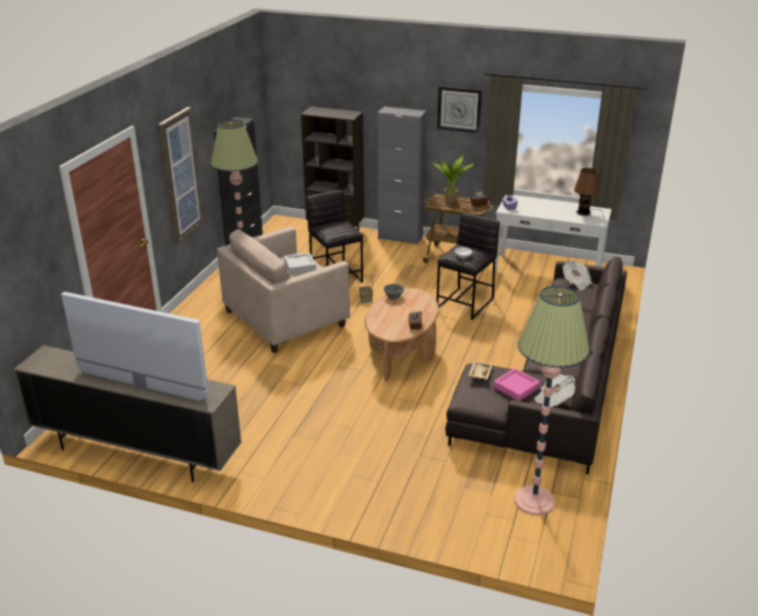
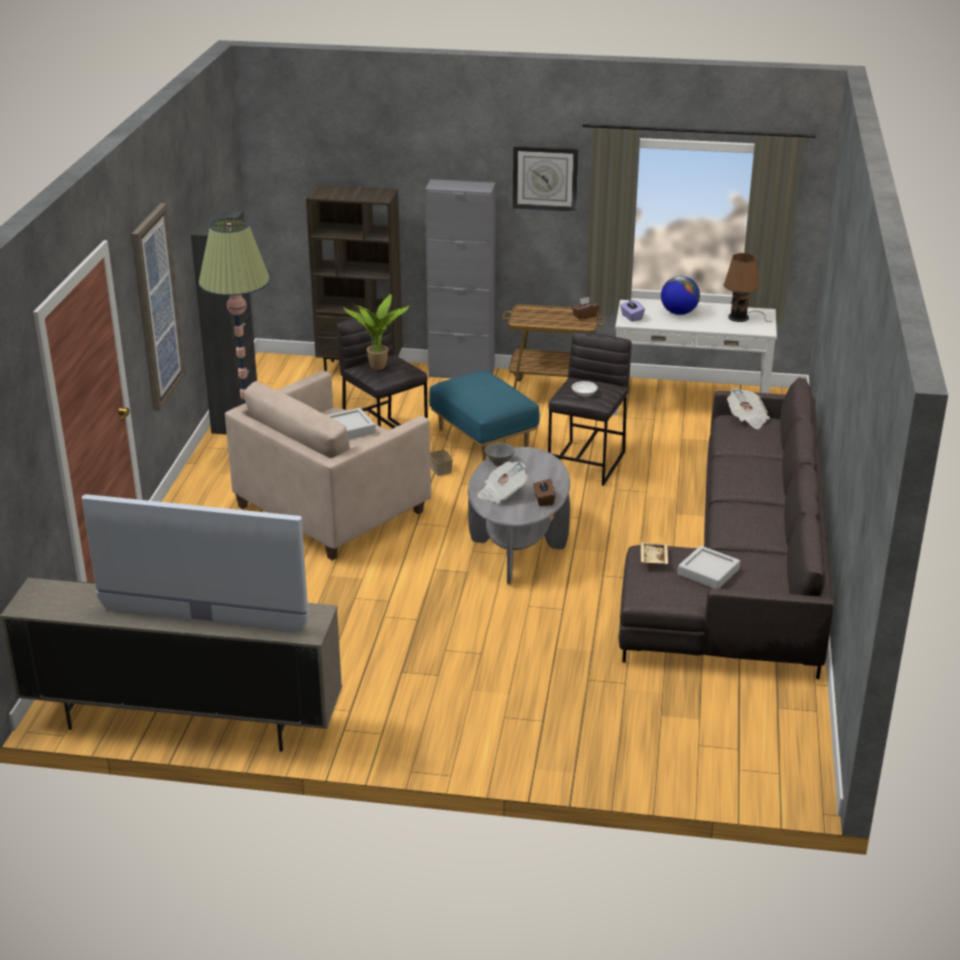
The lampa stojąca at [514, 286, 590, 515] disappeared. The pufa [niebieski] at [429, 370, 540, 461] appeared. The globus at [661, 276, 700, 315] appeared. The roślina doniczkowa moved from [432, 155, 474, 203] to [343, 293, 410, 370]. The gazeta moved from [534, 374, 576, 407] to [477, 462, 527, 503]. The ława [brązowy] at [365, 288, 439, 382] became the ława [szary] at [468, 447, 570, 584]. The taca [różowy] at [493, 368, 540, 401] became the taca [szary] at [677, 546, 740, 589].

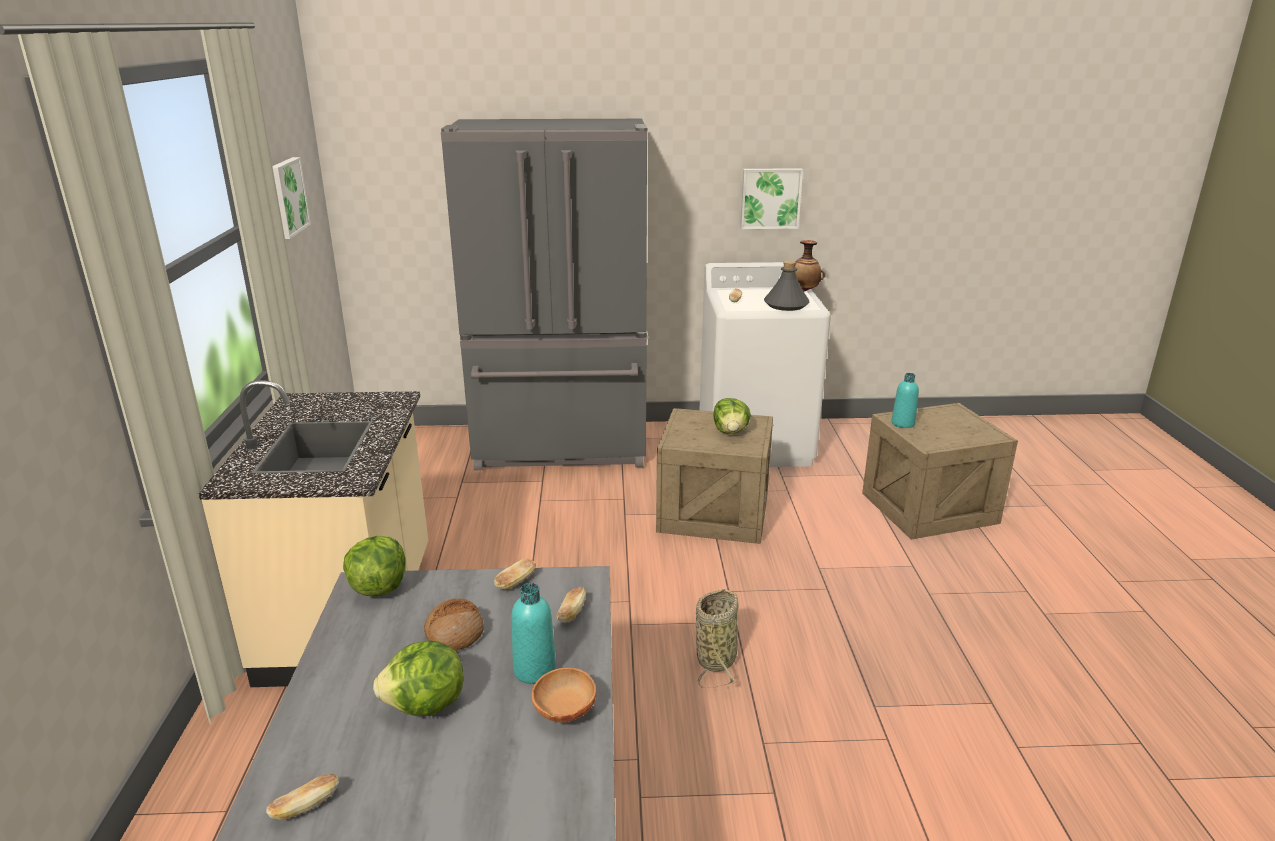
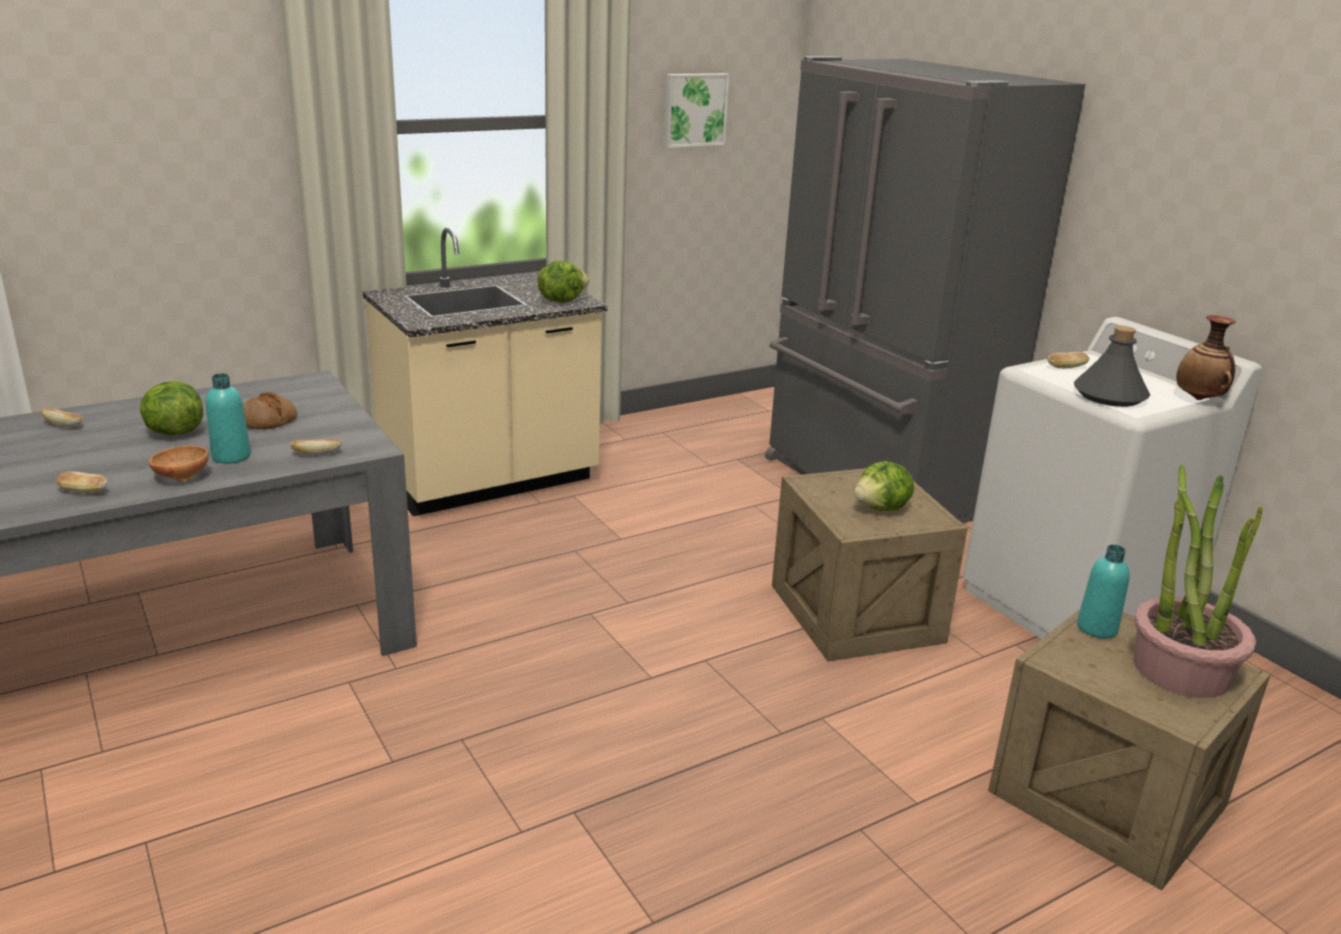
The koszyk at [696, 589, 739, 688] disappeared. The obraz at [740, 168, 803, 229] disappeared. The roślina doniczkowa at [1133, 465, 1262, 698] appeared. The sałata moved from [343, 535, 406, 597] to [538, 261, 589, 303]. The chleb moved from [494, 558, 536, 589] to [55, 471, 107, 493].

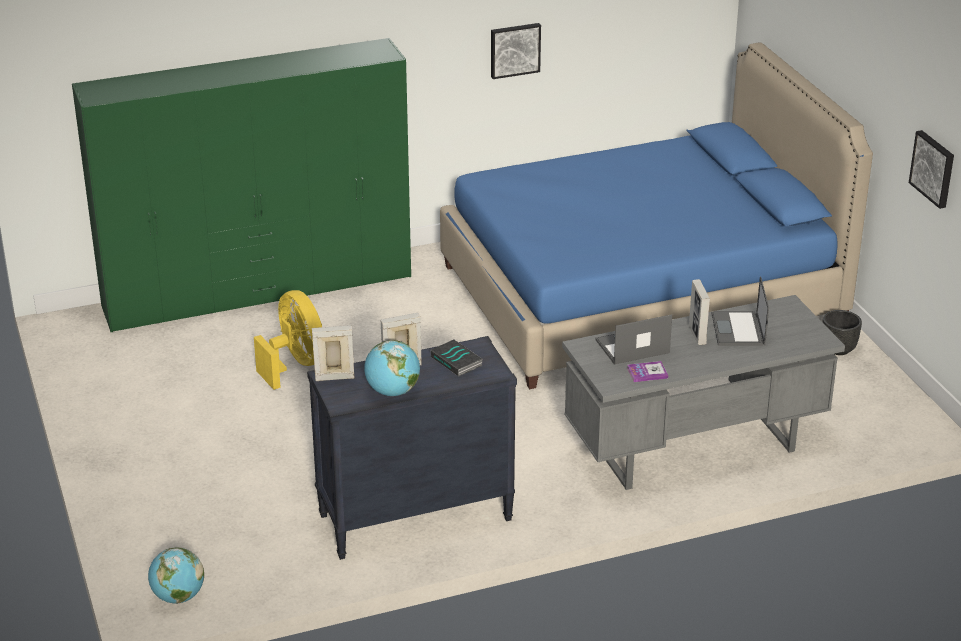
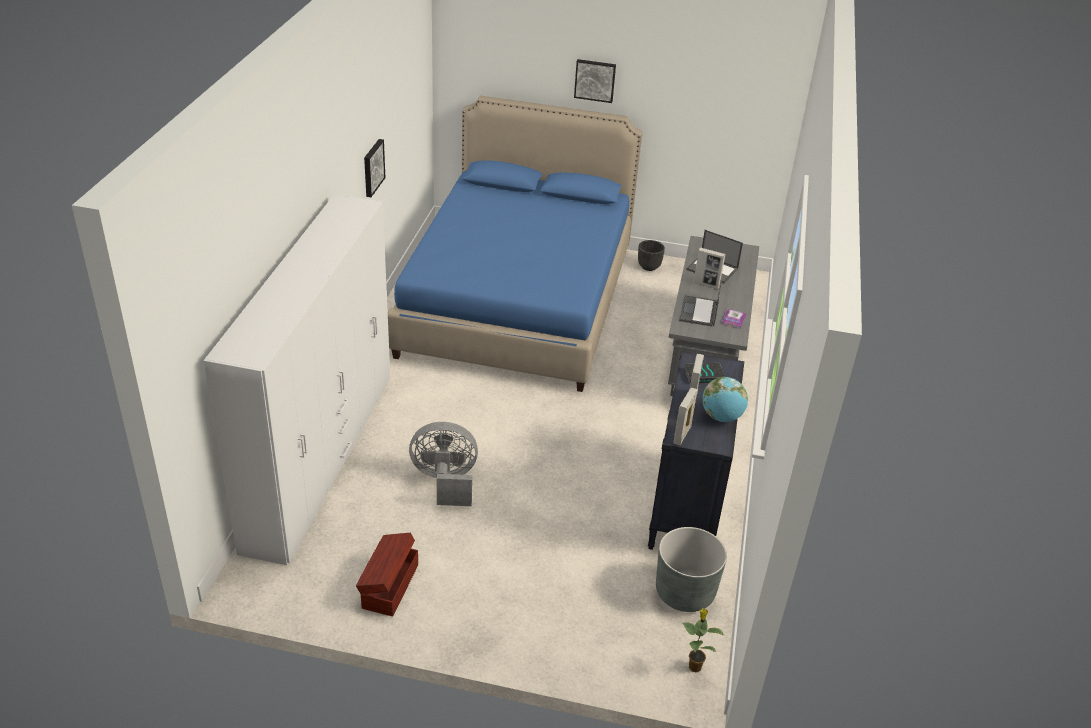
The pojemnik do przechowywania [brązowy] at [356, 533, 418, 616] appeared. The donica [szary] at [656, 527, 727, 612] appeared. The obraz moved from [909, 130, 954, 209] to [574, 59, 616, 103]. The globus at [148, 547, 204, 604] was replaced by the roślina doniczkowa at [683, 608, 725, 672]. The szafa [zielony] at [72, 38, 411, 332] became the szafa [biały] at [203, 194, 390, 565]. The wentylator [żółty] at [254, 290, 322, 390] became the wentylator [szary] at [409, 422, 478, 506].

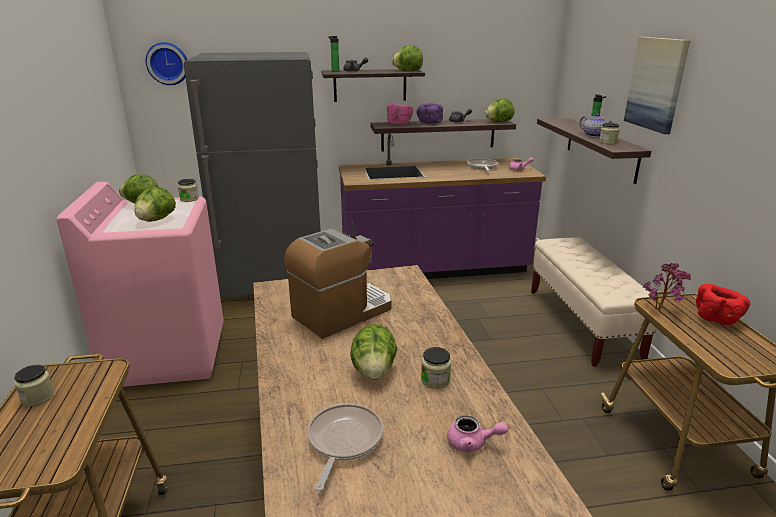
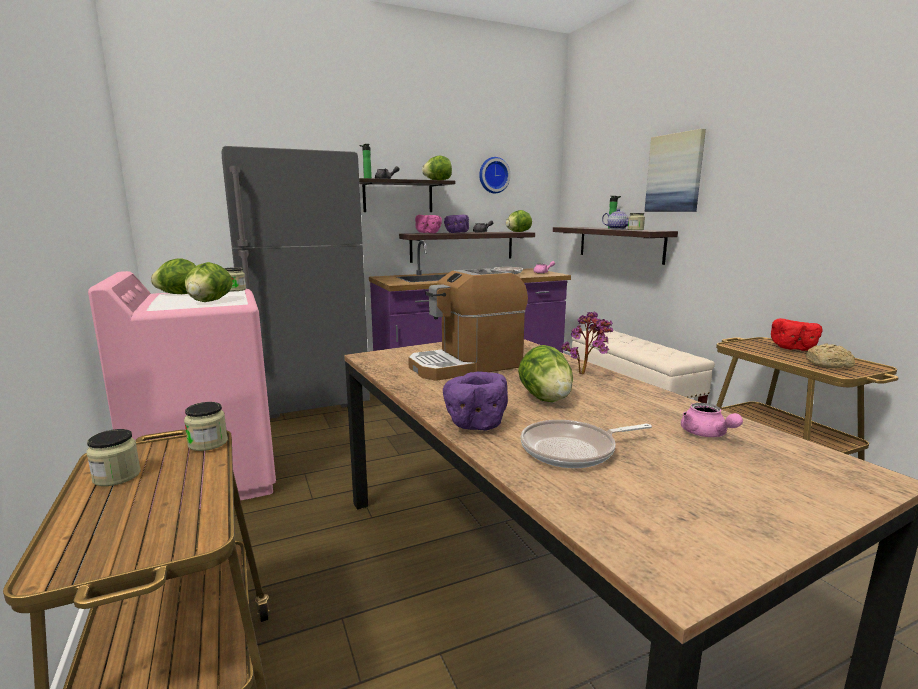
The miska [fioletowy] at [443, 372, 508, 430] appeared. The chleb at [806, 343, 855, 369] appeared. The zegar ścienny moved from [146, 42, 187, 85] to [479, 157, 511, 193]. The słoik moved from [421, 347, 451, 389] to [184, 402, 228, 451]. The roślina doniczkowa moved from [643, 263, 691, 310] to [561, 312, 613, 374]. The ekspres do kawy at [284, 229, 391, 339] turned 150 degrees counterclockwise. The patelnia at [307, 403, 383, 491] turned 105 degrees counterclockwise. The imbryk [różowy] at [447, 415, 508, 453] turned 75 degrees clockwise.

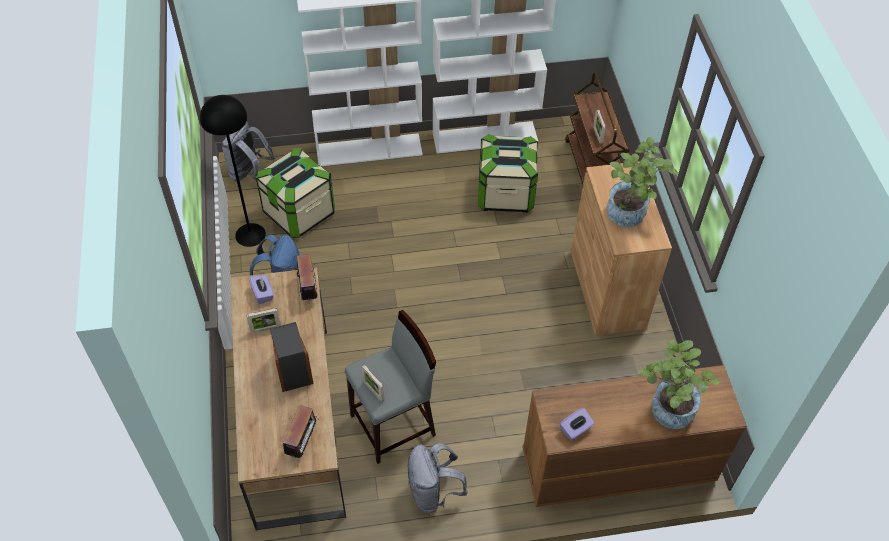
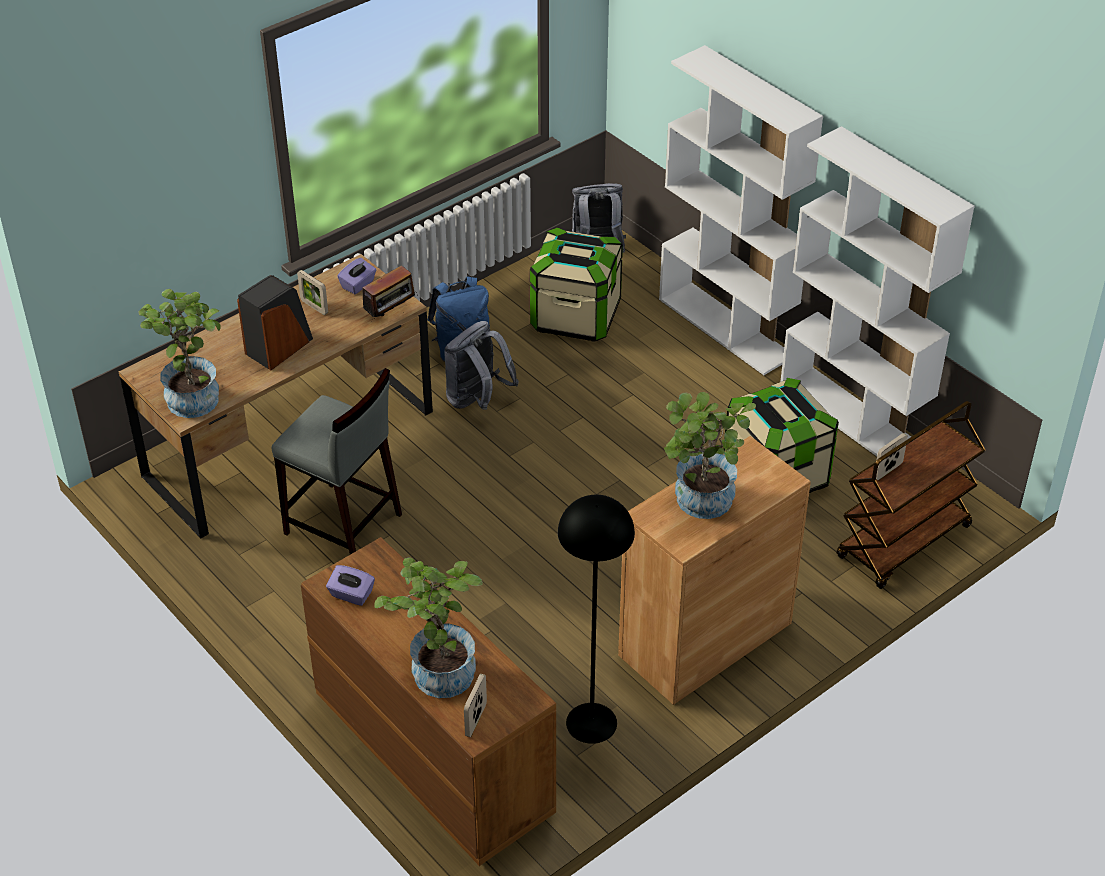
The lampa stojąca [czarny] moved from [200, 95, 266, 247] to [558, 495, 635, 744]. The ramka na zdjęcie moved from [361, 365, 384, 402] to [464, 674, 487, 737]. The plecak [szary] moved from [407, 443, 468, 513] to [444, 321, 519, 410]. The radio at [283, 405, 319, 458] was replaced by the roślina doniczkowa at [138, 289, 221, 418].

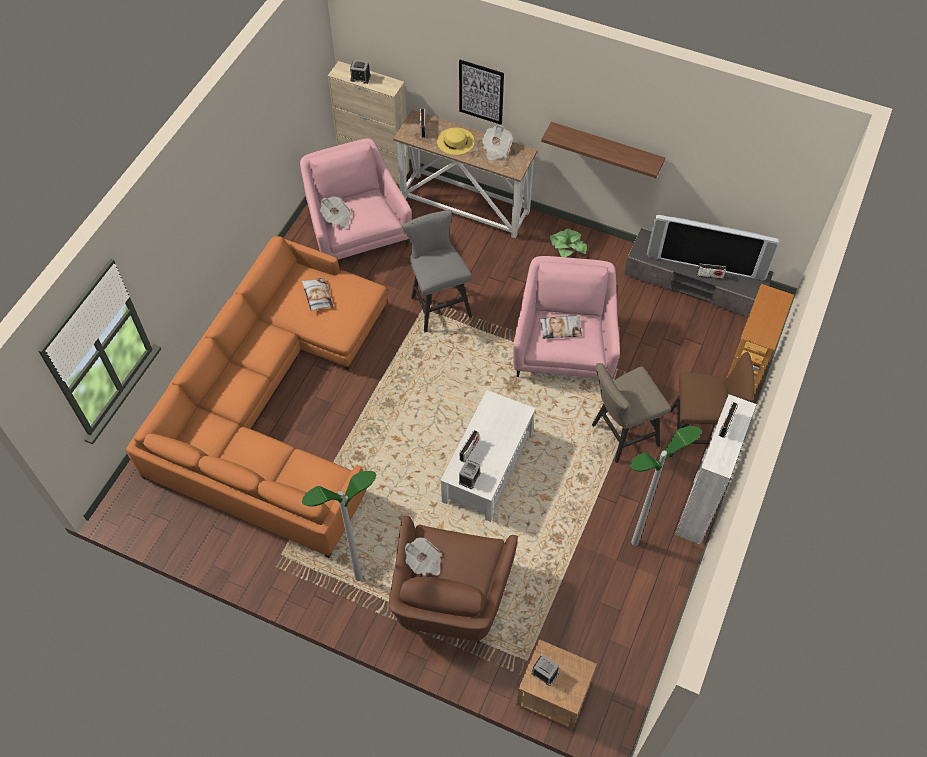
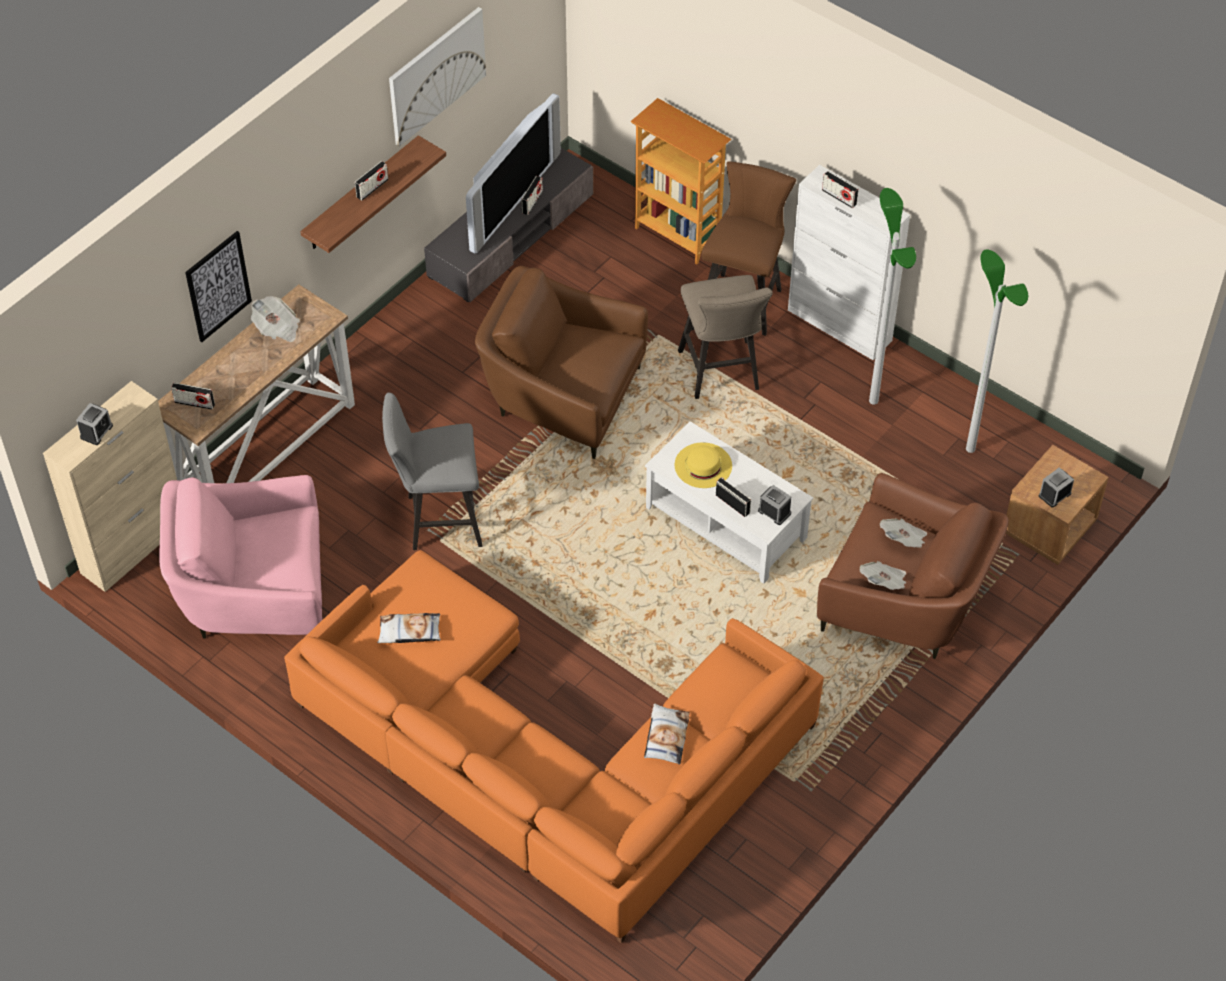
The roślina doniczkowa at [550, 228, 587, 257] disappeared. The radio at [355, 161, 388, 200] appeared. The obraz at [389, 7, 486, 147] appeared. The lampa stojąca moved from [302, 471, 376, 581] to [966, 249, 1028, 453]. The gazeta moved from [320, 196, 352, 228] to [880, 519, 927, 548]. The kapelusz [żółty] moved from [437, 127, 475, 155] to [675, 442, 732, 488]. The poduszka moved from [539, 315, 582, 339] to [644, 703, 690, 764]. The fotel [różowy] at [513, 256, 620, 378] became the fotel [brązowy] at [475, 266, 648, 459].

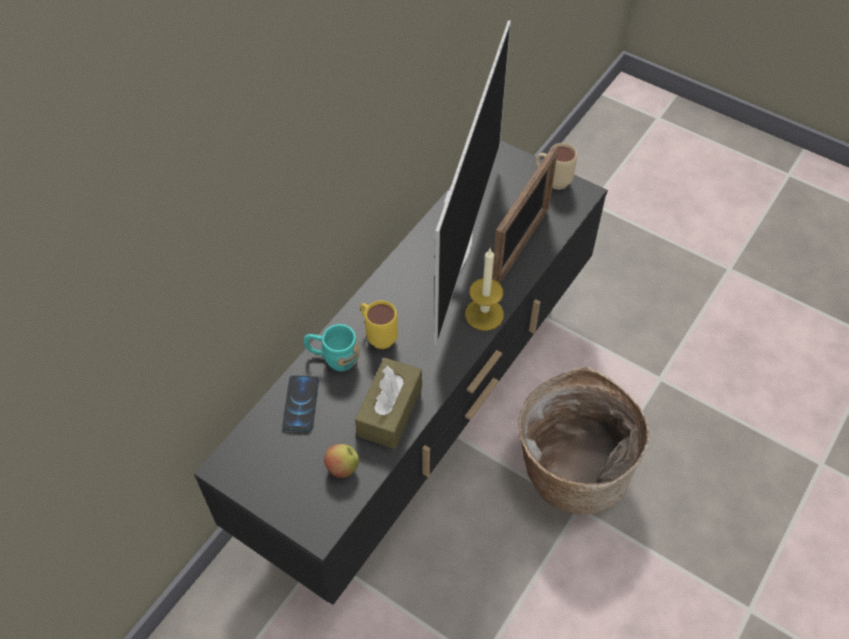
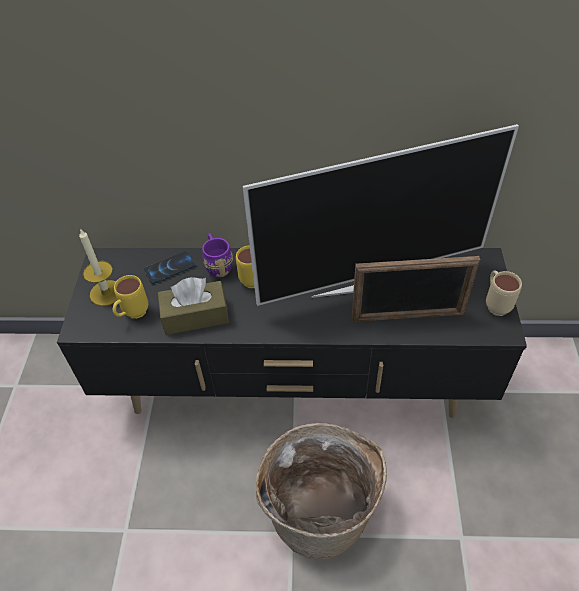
The świeca moved from [465, 249, 504, 331] to [79, 228, 117, 306]. The jabłko at [324, 444, 359, 478] was replaced by the kubek [żółty] at [113, 275, 148, 319]. The kubek [turkusowy] at [303, 324, 360, 371] became the kubek [fioletowy] at [202, 233, 233, 278].

